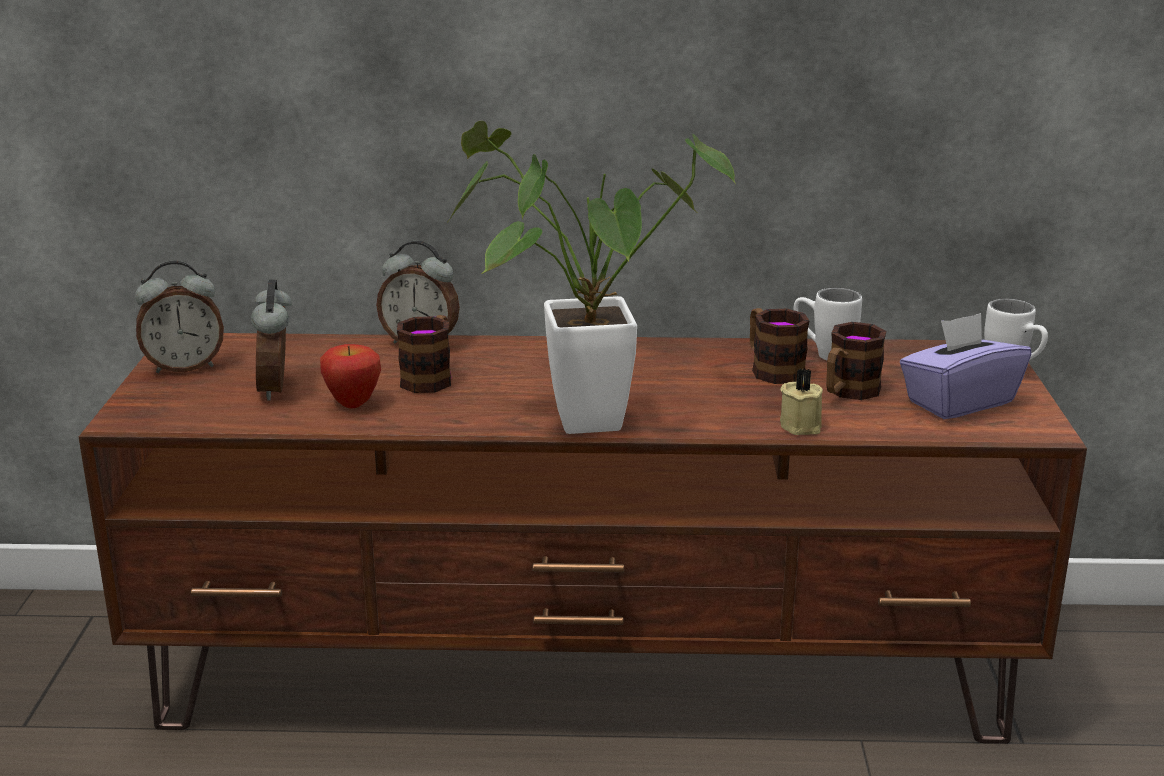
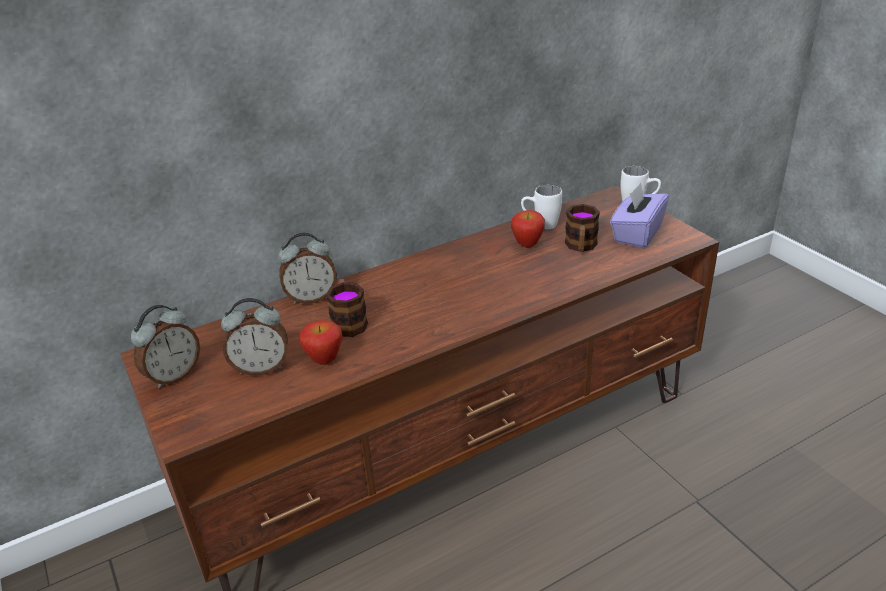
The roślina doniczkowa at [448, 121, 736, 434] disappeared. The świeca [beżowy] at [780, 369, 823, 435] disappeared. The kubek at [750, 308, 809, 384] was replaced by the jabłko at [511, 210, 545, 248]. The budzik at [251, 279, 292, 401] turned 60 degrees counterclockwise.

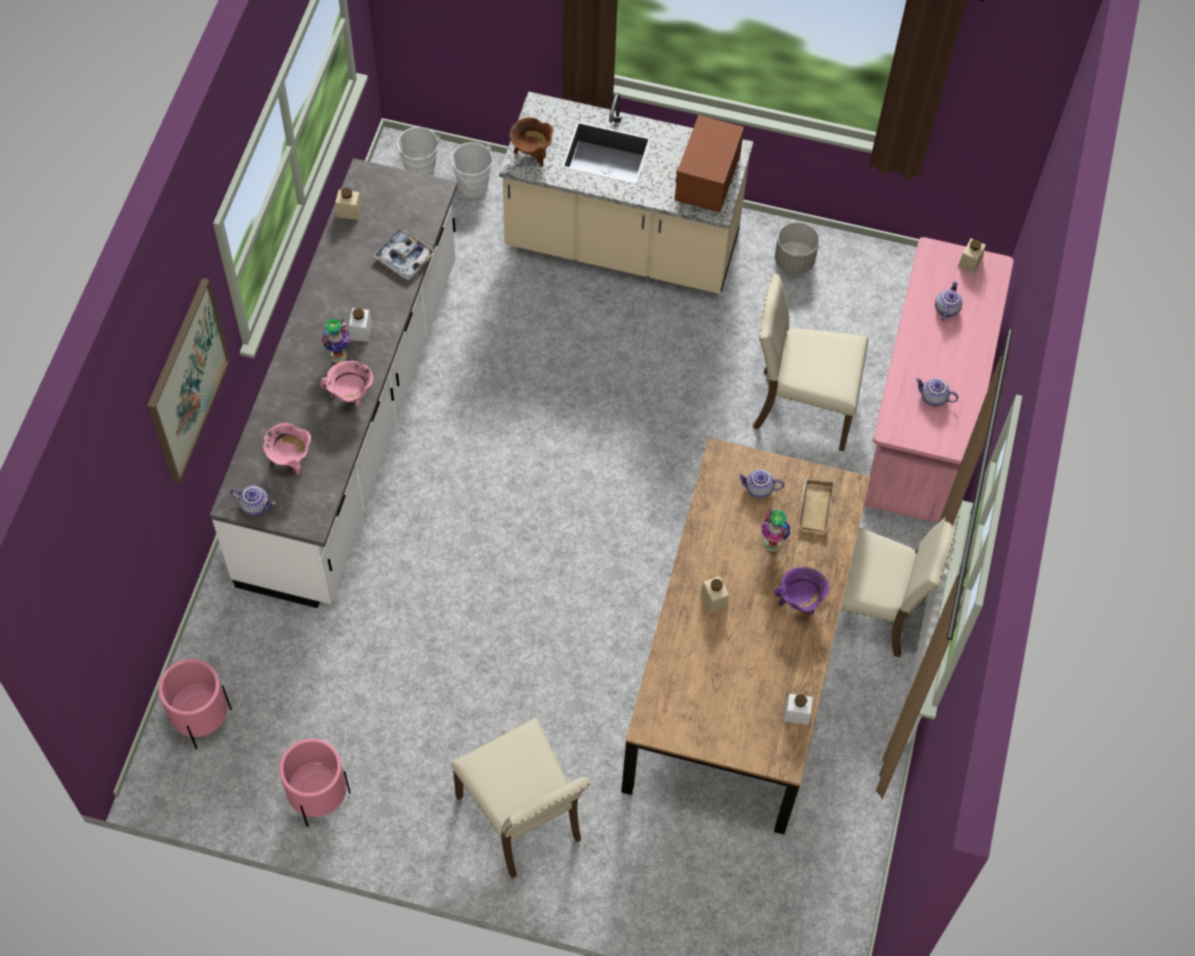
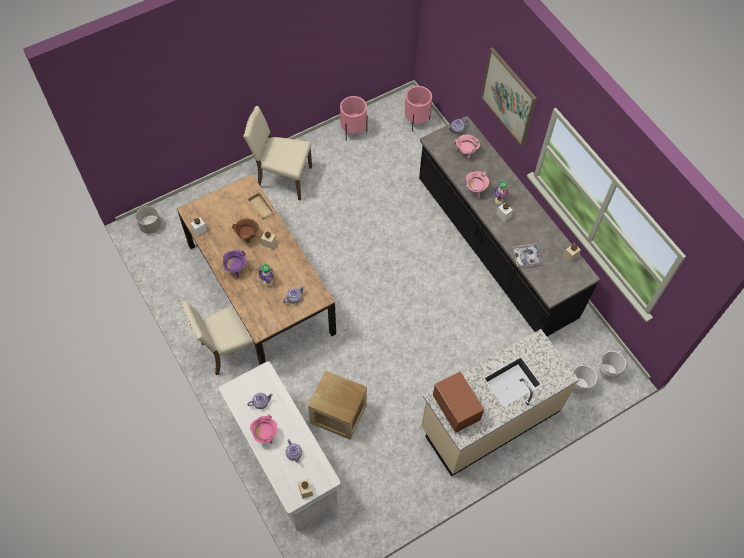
The garnek [różowy] at [250, 414, 278, 444] appeared. The garnek [brązowy] moved from [509, 117, 553, 167] to [232, 218, 259, 243]. The donica [szary] moved from [775, 222, 819, 275] to [136, 206, 161, 234]. The taca [beżowy] moved from [798, 478, 834, 532] to [247, 192, 275, 220]. The krzesło [beżowy] at [753, 274, 868, 451] was replaced by the skrzynka at [308, 370, 367, 440]. The zabudowa kuchenna [biały] at [210, 158, 457, 608] became the zabudowa kuchenna [czarny] at [419, 116, 600, 336]. The biurko [różowy] at [864, 237, 1014, 523] became the biurko [biały] at [219, 361, 340, 531].

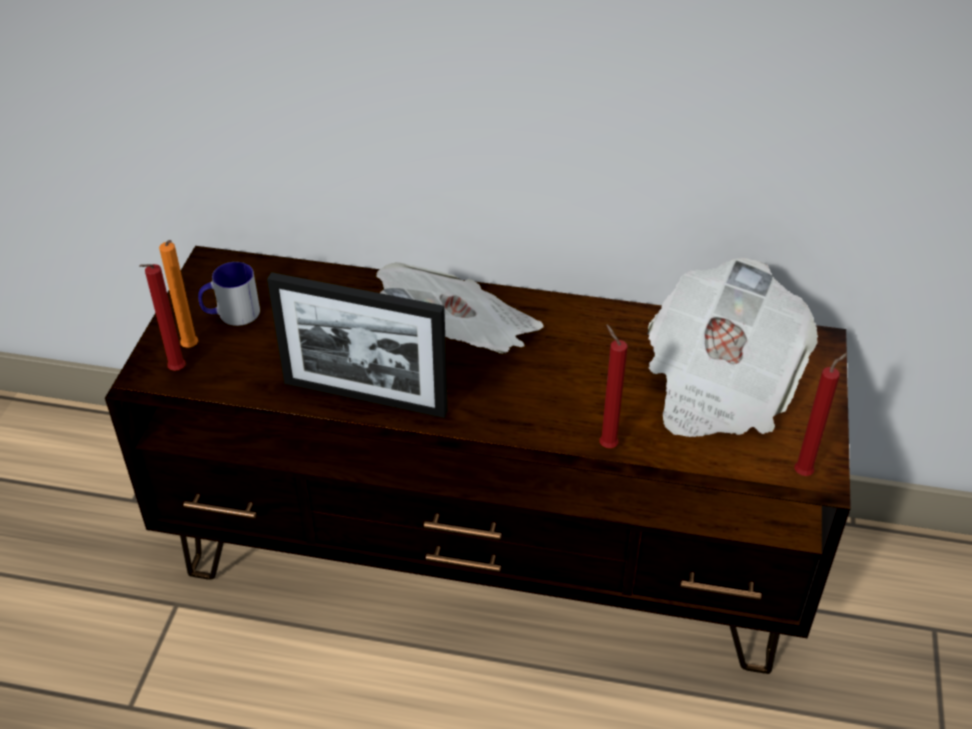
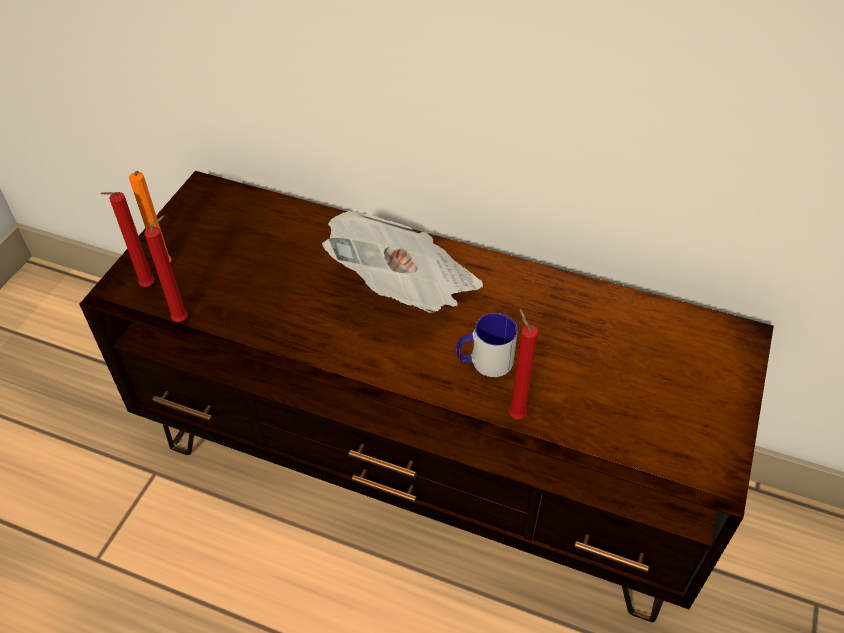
The ramka na zdjęcie at [267, 272, 448, 418] disappeared. The gazeta at [647, 258, 818, 437] disappeared. The kubek moved from [198, 262, 260, 326] to [456, 313, 518, 377]. The świeca [czerwony] moved from [794, 353, 848, 476] to [144, 216, 188, 322].

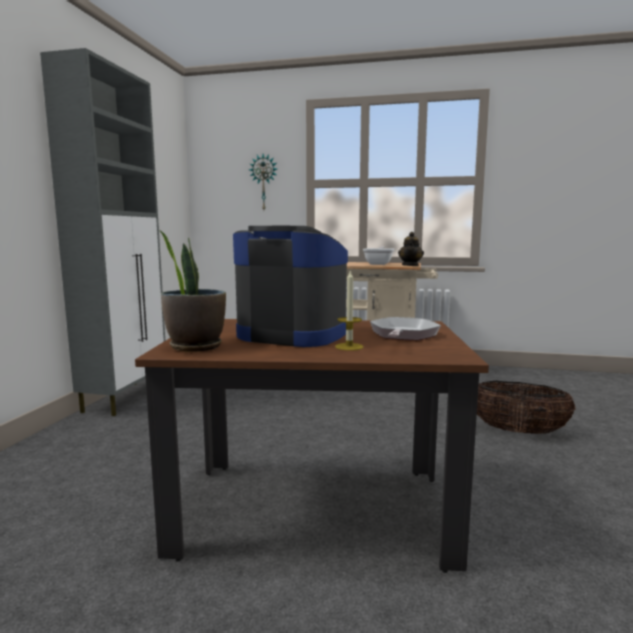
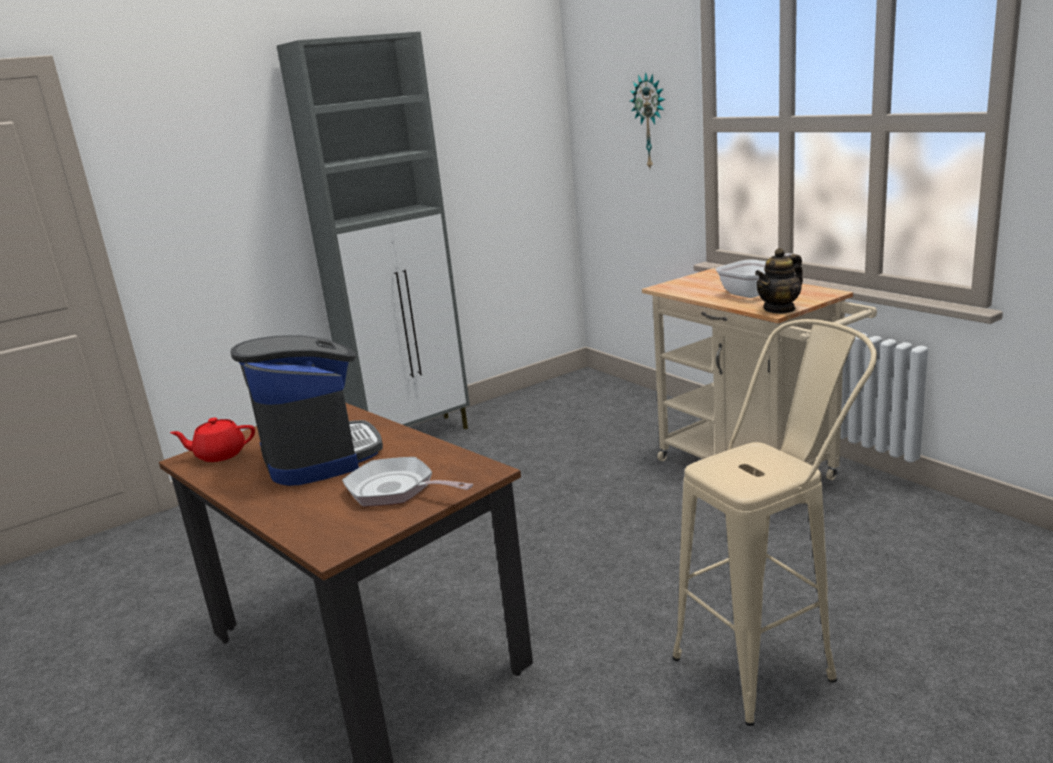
The świeca at [335, 271, 364, 351] disappeared. The roślina doniczkowa at [159, 230, 226, 352] was replaced by the imbryk [czerwony] at [170, 418, 255, 462]. The koszyk at [477, 381, 576, 434] was replaced by the stołek [beżowy] at [673, 319, 877, 726]. The patelnia at [370, 317, 441, 341] turned 120 degrees counterclockwise.

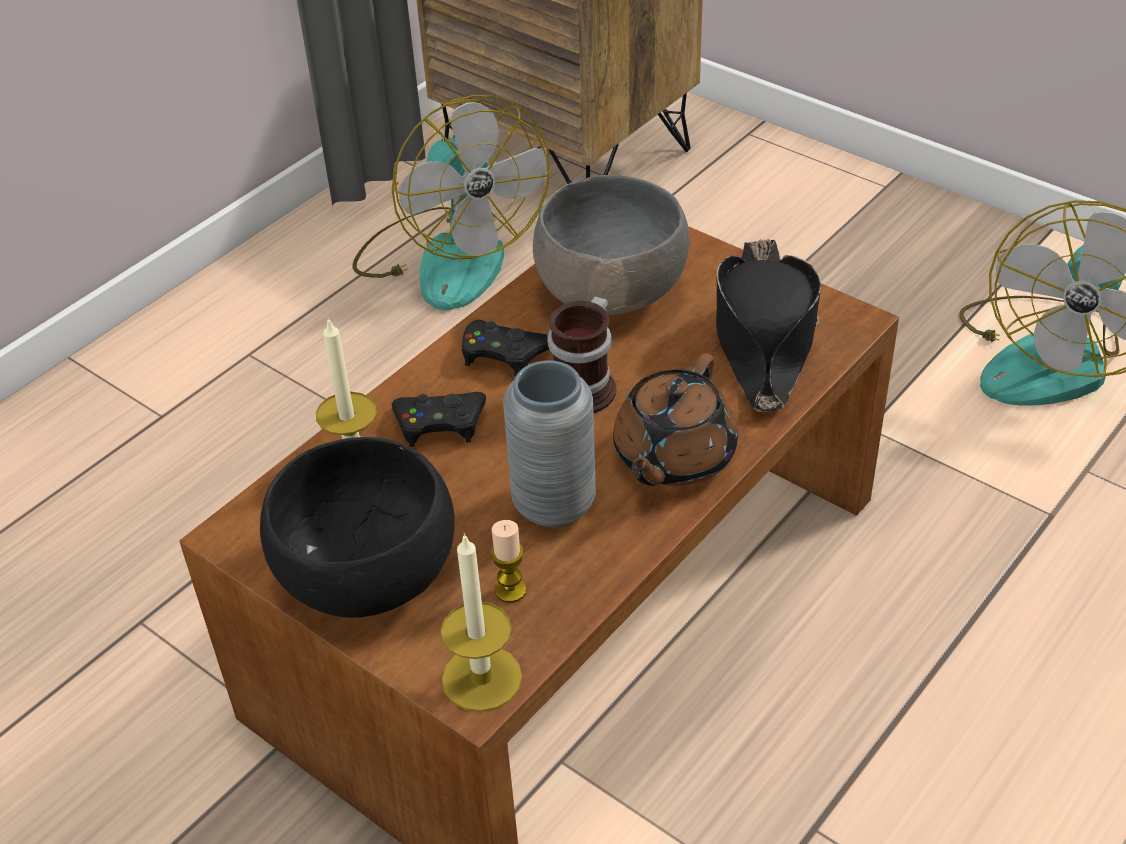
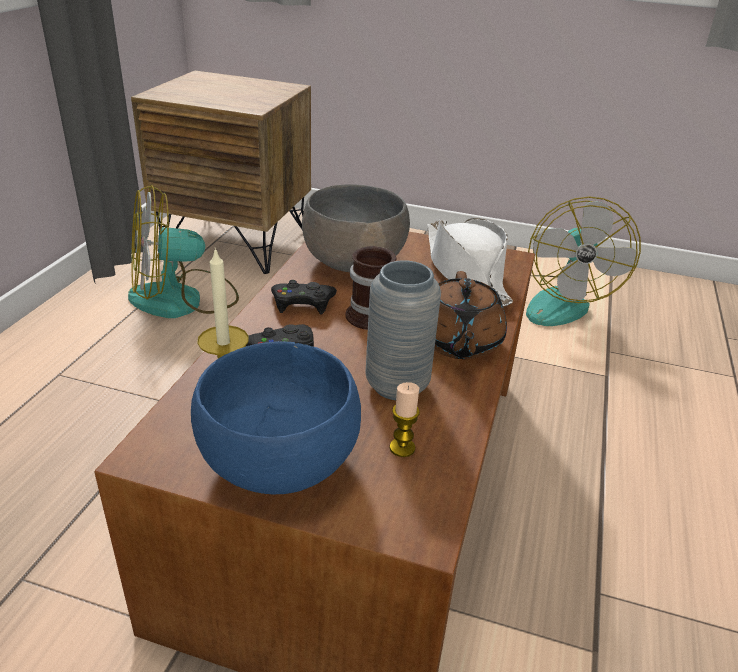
The świeca at [441, 533, 522, 712] disappeared. The miska [czarny] at [260, 437, 454, 618] became the miska [niebieski] at [191, 341, 361, 494]. The kapelusz [czarny] at [716, 239, 821, 412] became the kapelusz [biały] at [427, 218, 513, 307]. The wentylator at [352, 95, 550, 310] turned 120 degrees clockwise.

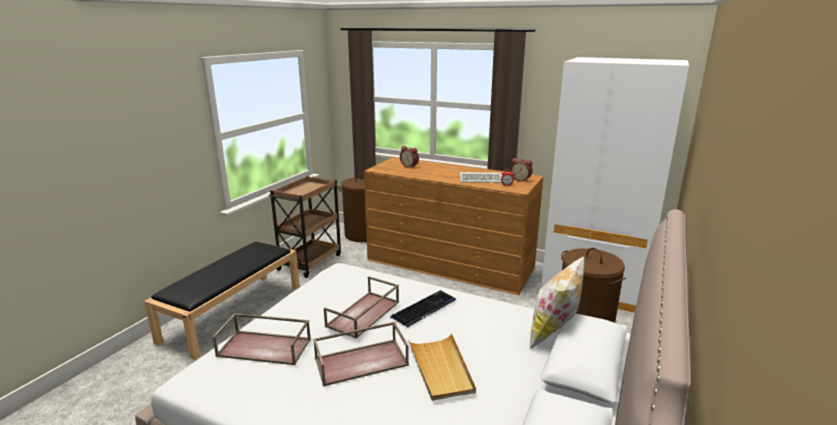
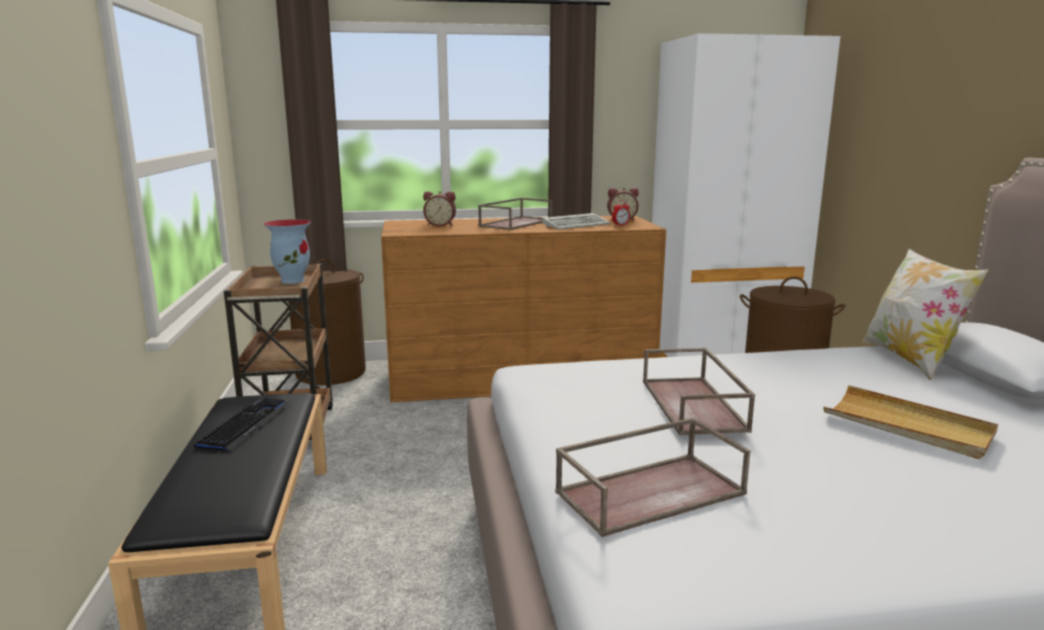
The wazon at [264, 219, 311, 284] appeared. The taca [brązowy] moved from [313, 322, 409, 386] to [478, 198, 552, 230]. The klawiatura moved from [390, 290, 456, 328] to [194, 398, 290, 451].

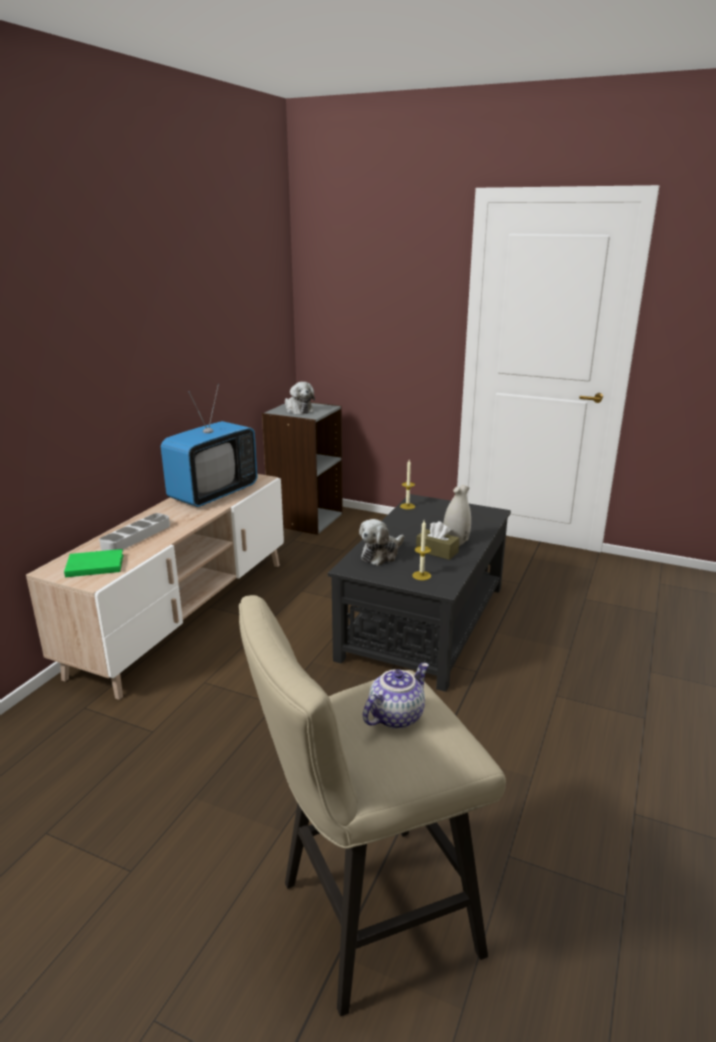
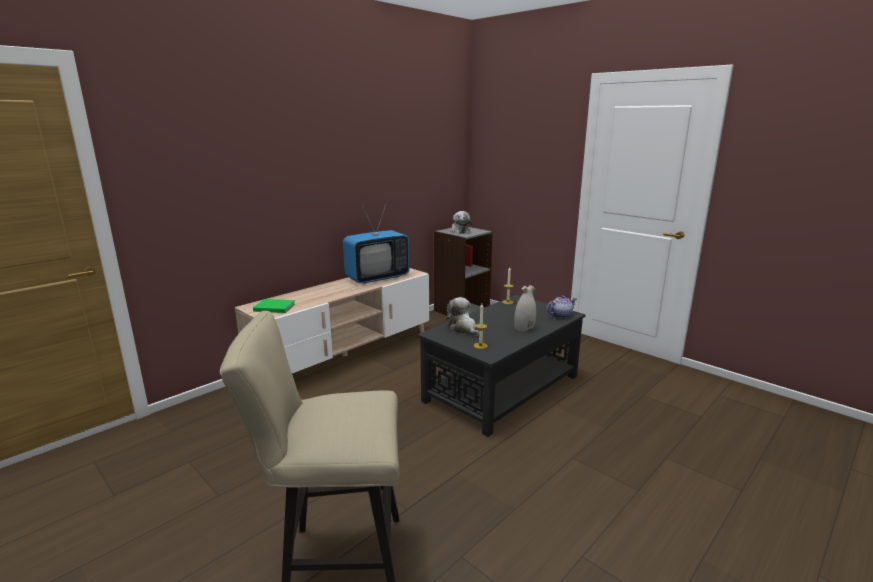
The taca [szary] at [99, 513, 170, 551] disappeared. The pudełko chusteczek [brązowy] at [416, 521, 459, 560] disappeared. The imbryk moved from [363, 663, 429, 729] to [547, 295, 577, 318]. The pluszak at [359, 519, 404, 566] turned 90 degrees clockwise.

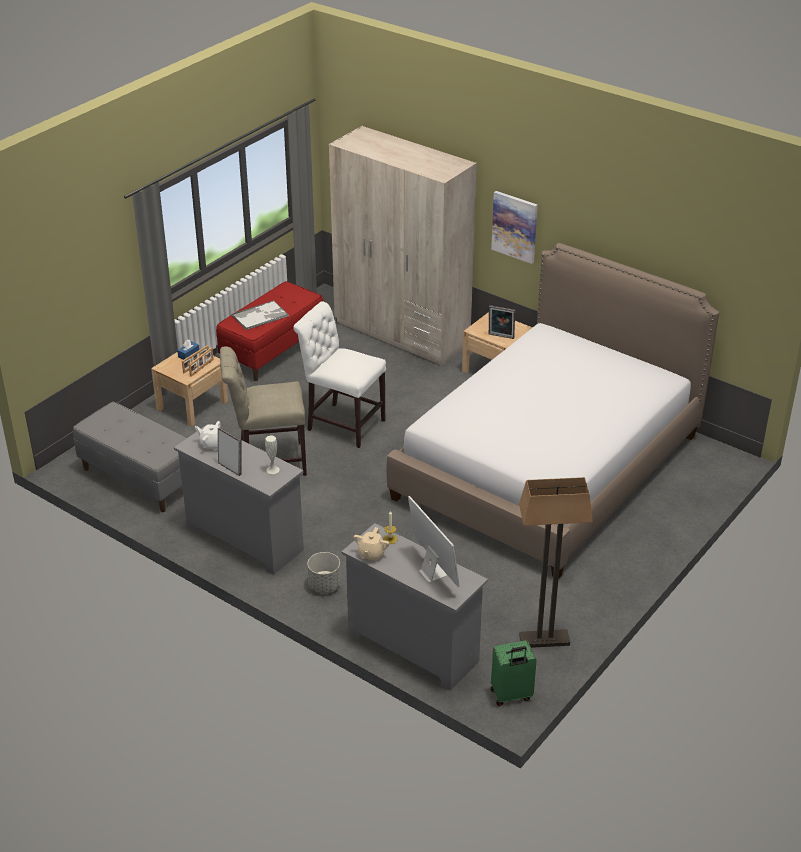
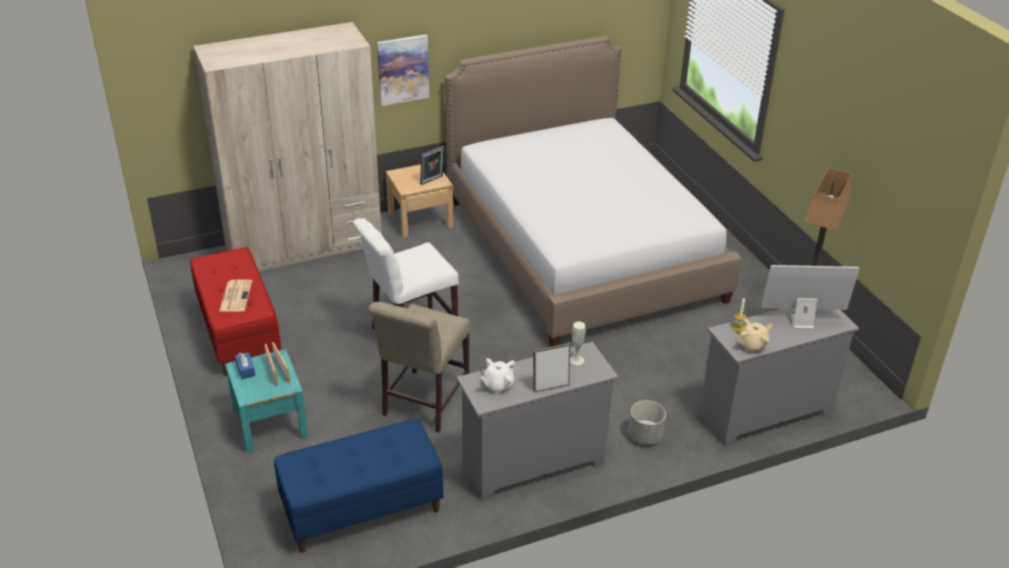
The walizka [zielony] at [491, 640, 537, 706] disappeared. The taca at [232, 300, 289, 330] was replaced by the gazeta at [219, 279, 252, 312]. The ławka [szary] at [73, 402, 187, 512] became the ławka [niebieski] at [274, 419, 444, 553]. The szafka nocna [beżowy] at [151, 352, 228, 427] became the szafka nocna [turkusowy] at [225, 349, 308, 454]. The imbryk [beżowy] at [354, 527, 389, 561] turned 75 degrees counterclockwise.

